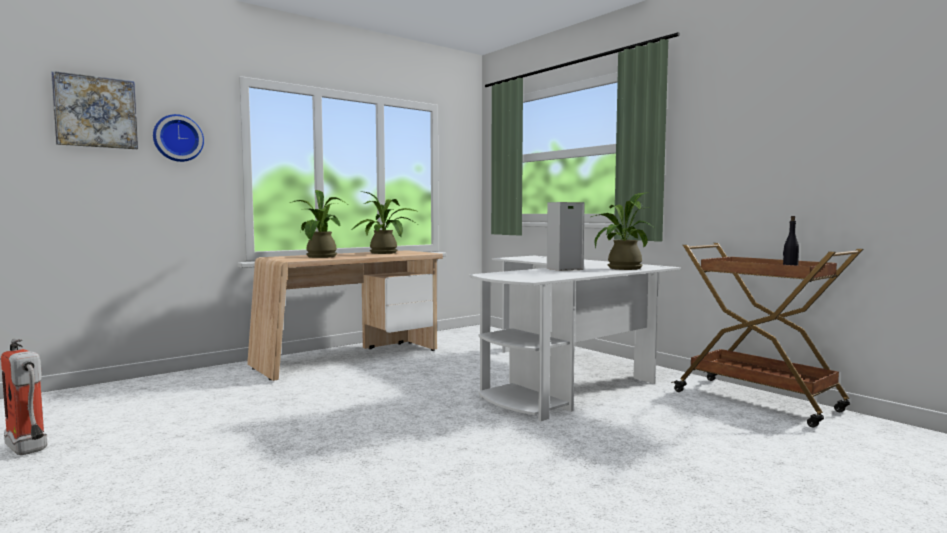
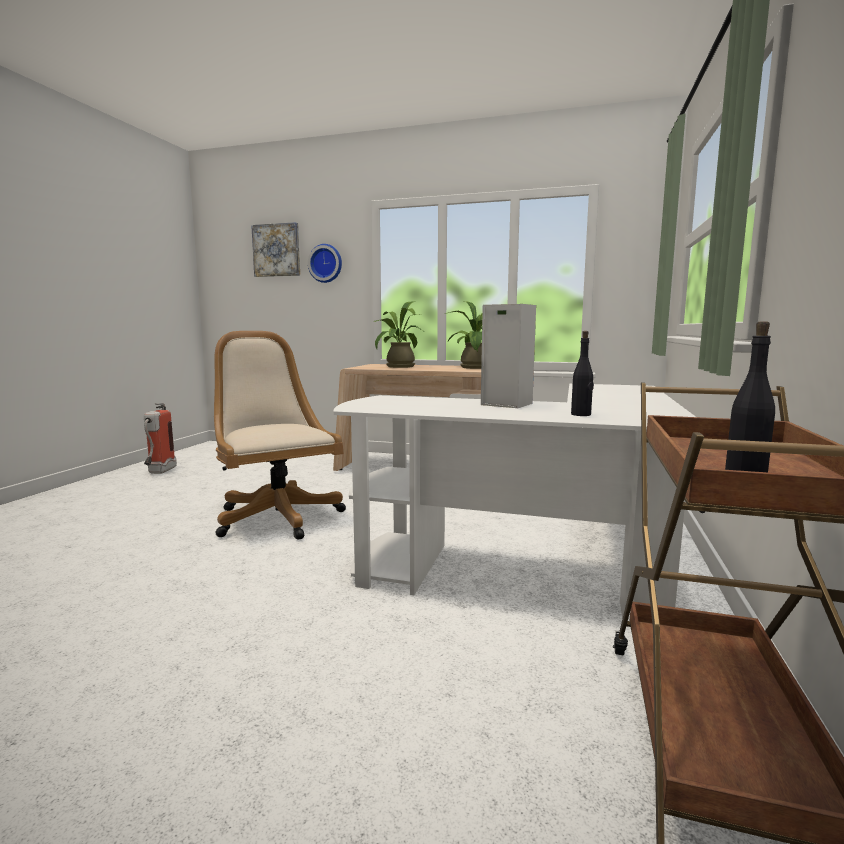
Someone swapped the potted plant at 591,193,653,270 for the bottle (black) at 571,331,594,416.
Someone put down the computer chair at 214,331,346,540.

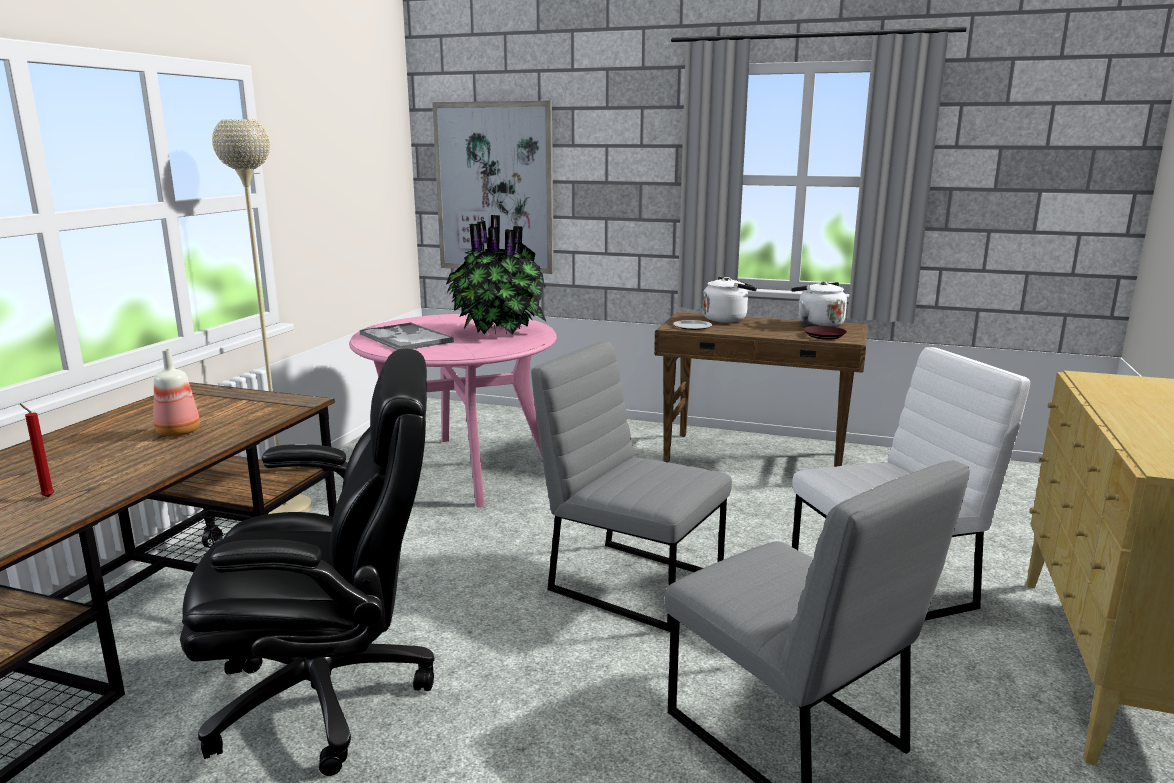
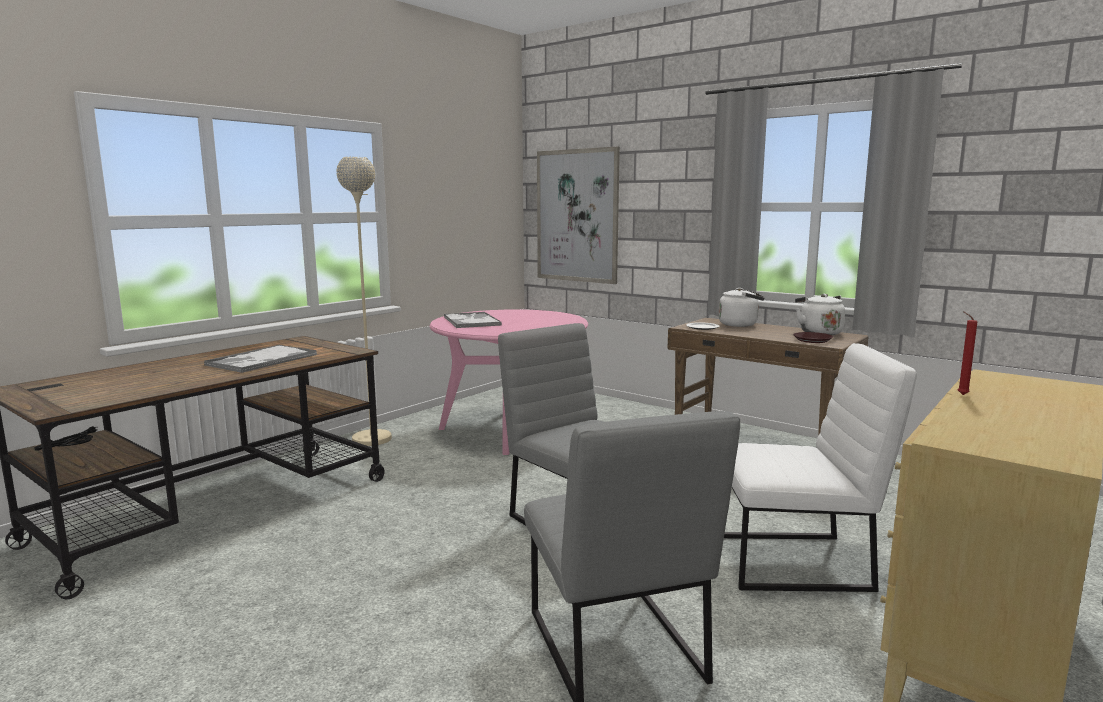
Someone took away the potted plant at 446,215,547,335.
Someone swapped the bottle at 154,349,200,437 for the serving tray at 204,345,317,373.
Someone took away the computer chair (black) at 180,349,435,776.
Someone carried the candle (red) from 20,404,54,498 to 958,311,978,395.

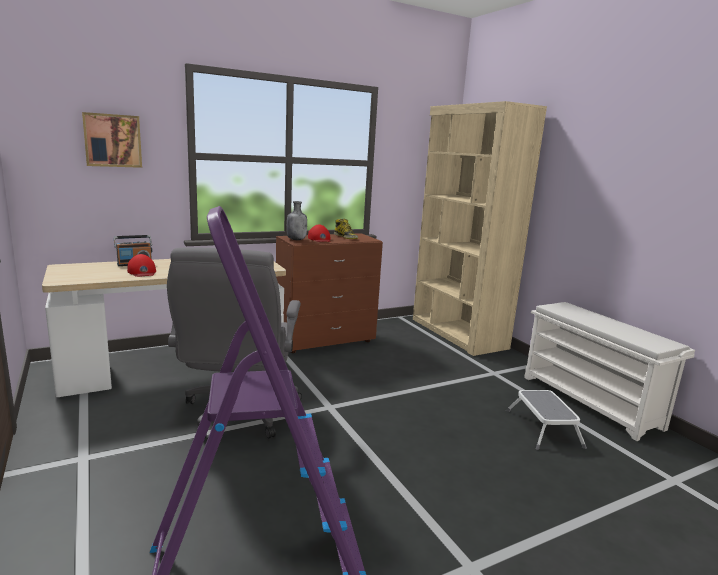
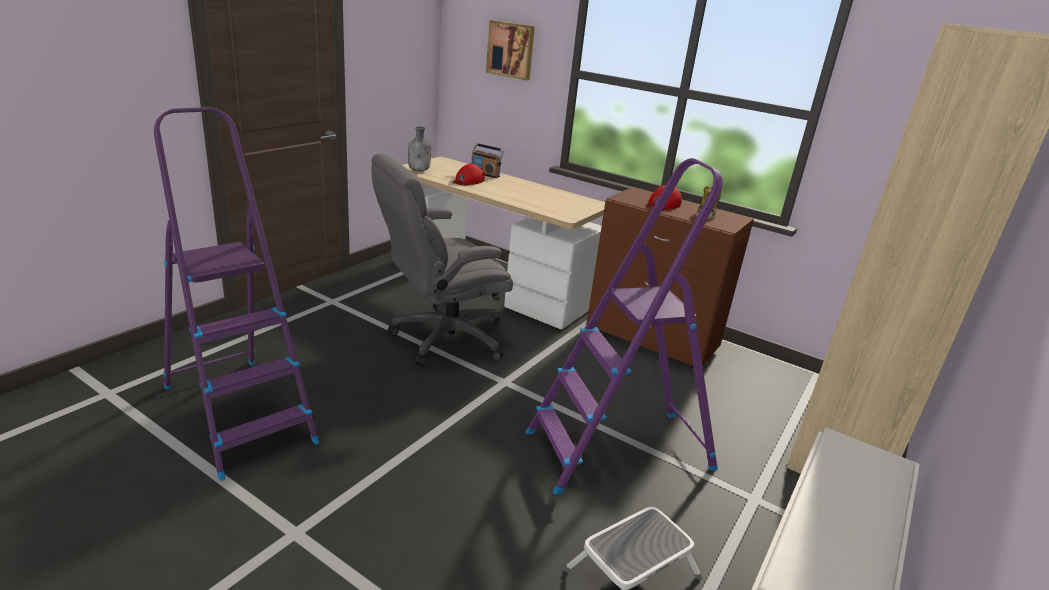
Someone carried the bottle (gray) from 287,201,307,240 to 408,127,431,171.
Someone put down the stepladder (purple-coloured) at 525,158,723,494.

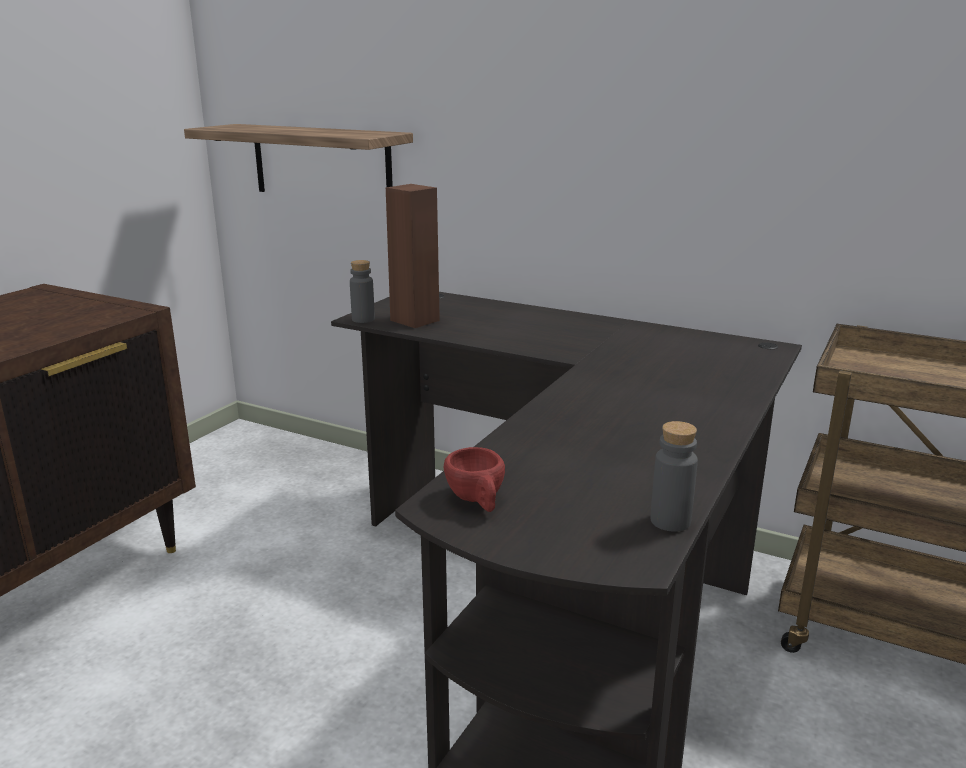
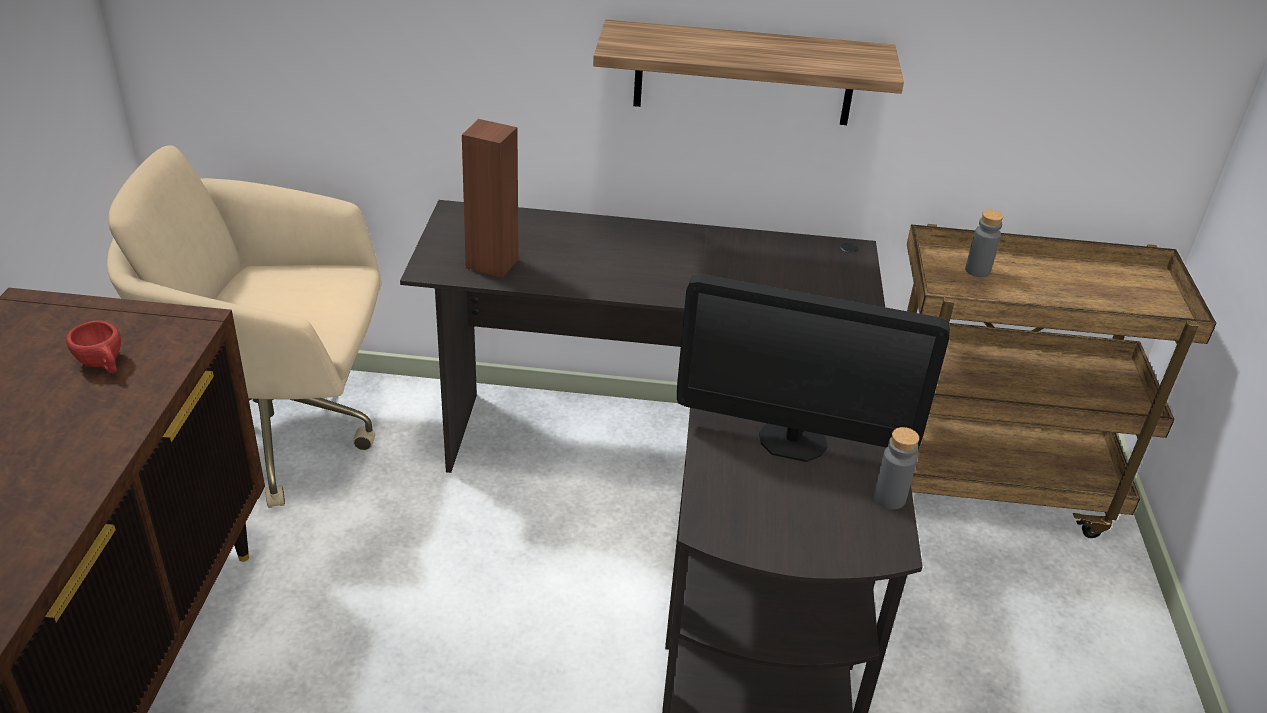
Someone carried the shelf from 184,124,413,192 to 593,19,904,125.
Someone carried the bottle (gray) from 350,260,375,323 to 965,210,1004,277.
Someone carried the cup (red) from 444,447,505,512 to 66,321,121,374.
Someone put down the computer chair (beige) at 107,145,382,508.
Someone put down the computer display at 677,274,950,462.

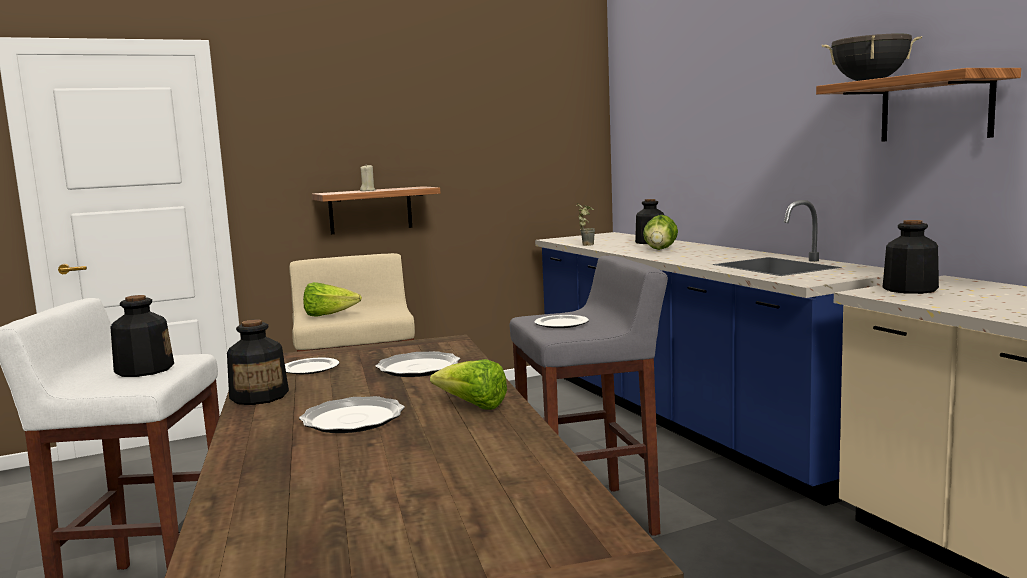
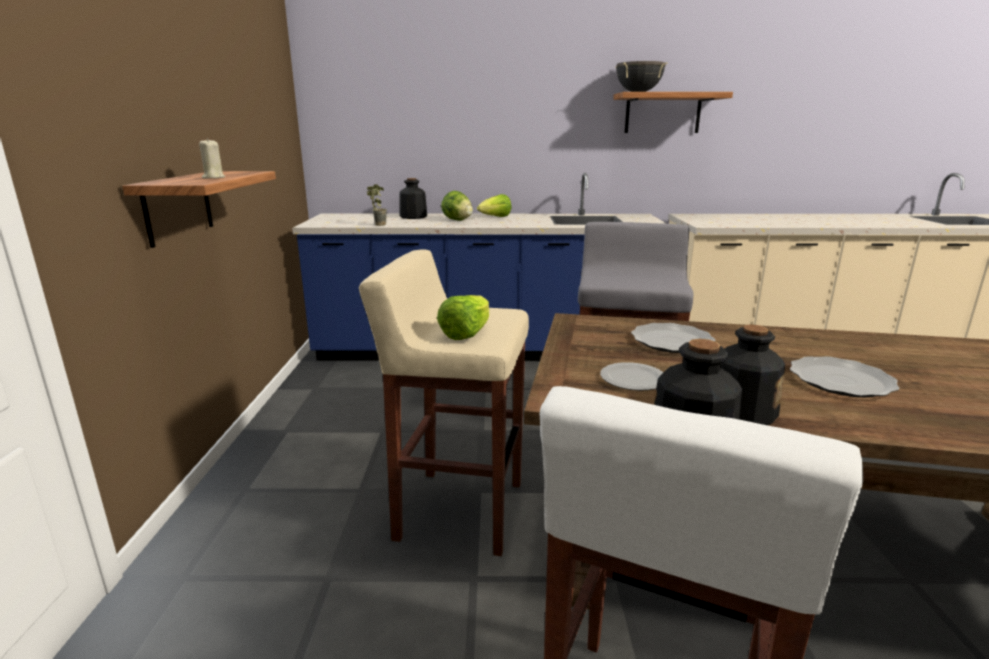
Someone took away the bottle at 883,220,939,294.
Someone took away the plate at 535,315,589,328.
Someone carried the lettuce from 430,359,507,410 to 477,194,511,217.

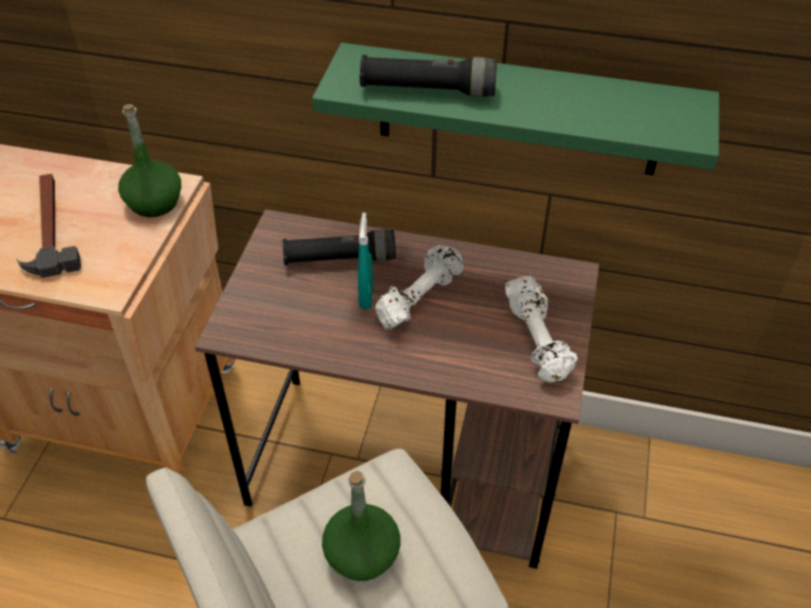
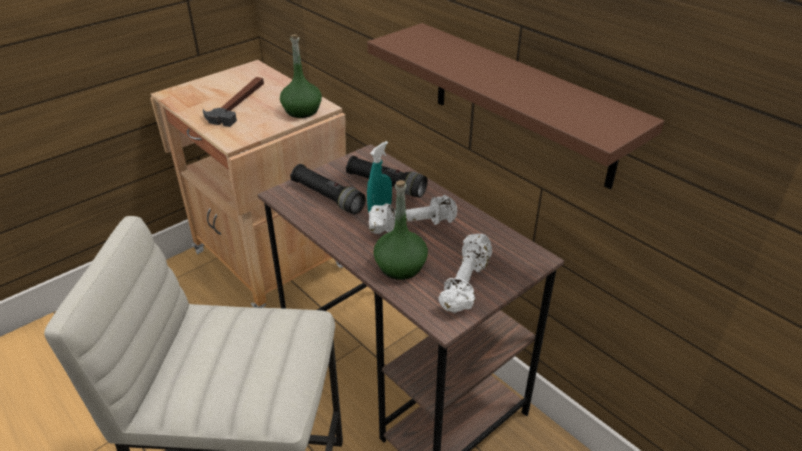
Someone repainted the shelf (green-coloured) at 312,43,719,175, which became the shelf (brown-coloured) at 367,23,664,189.
Someone carried the flashlight (black) from 360,55,497,97 to 290,164,366,214.
Someone carried the bottle (green-coloured) from 322,471,401,581 to 374,180,428,280.

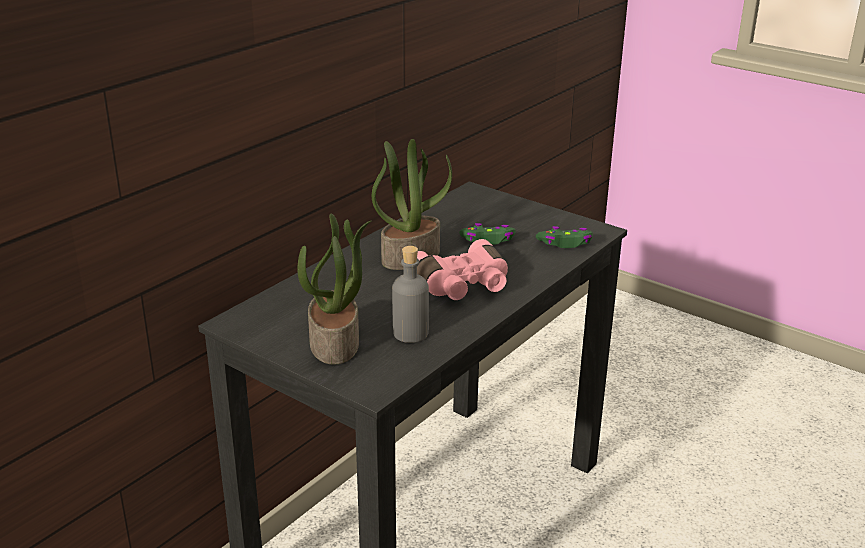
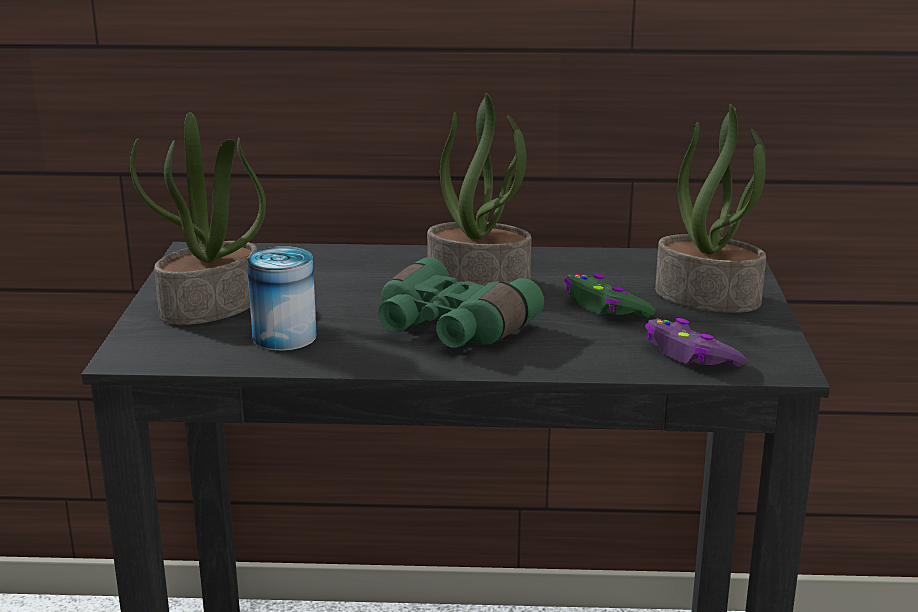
Someone repainted the gamepad (green-coloured) at 536,226,593,248, which became the gamepad (purple-coloured) at 645,318,747,367.
Someone repainted the binoculars (pink-coloured) at 417,239,508,300, which became the binoculars (green-coloured) at 378,257,544,348.
Someone swapped the bottle (gray) at 392,246,429,343 for the can at 247,246,317,351.
Someone put down the potted plant at 655,104,766,313.

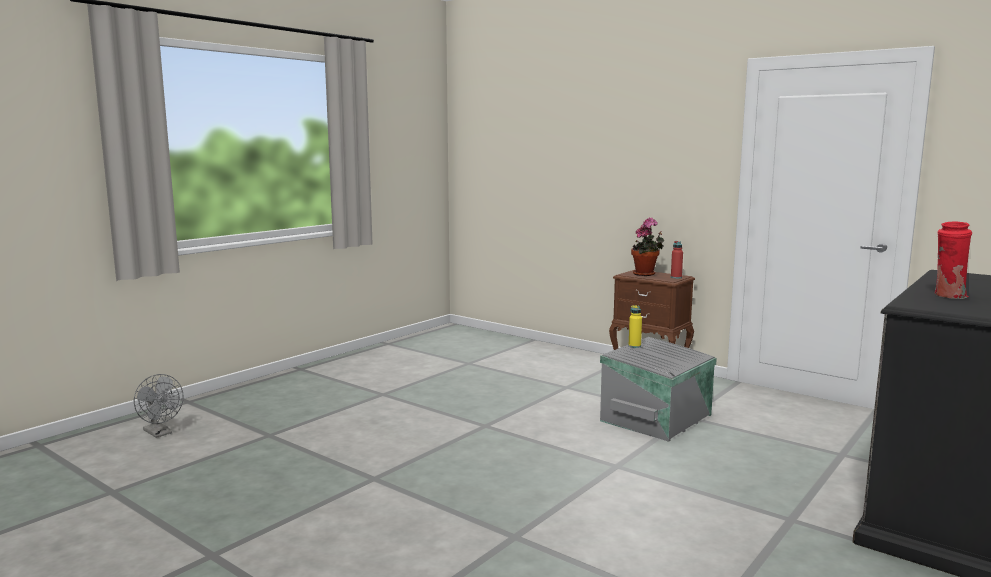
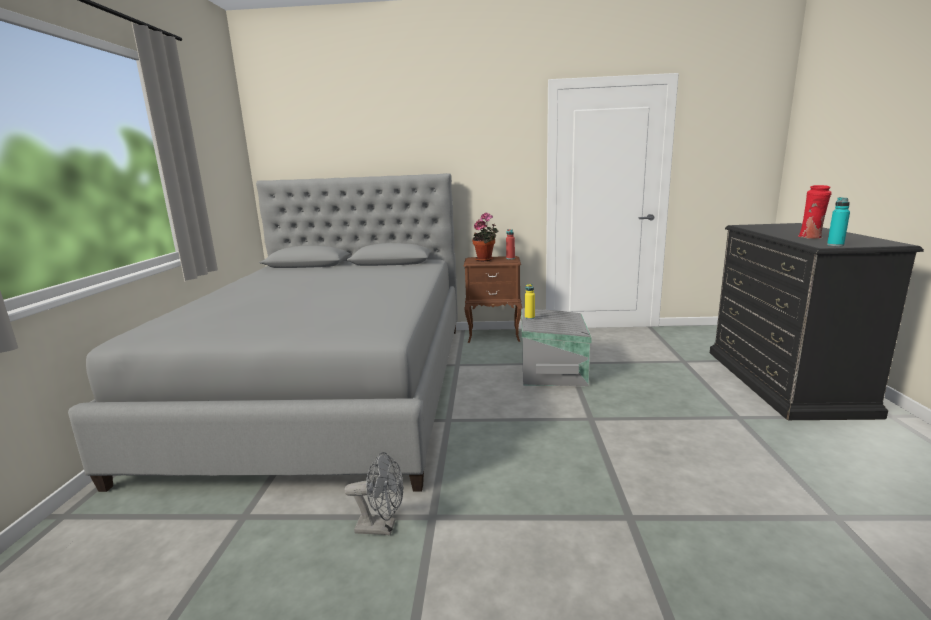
Someone carried the cooling fan (gray) from 134,374,183,438 to 344,452,404,535.
Someone put down the bedroom bed (gray) at 68,173,458,492.
Someone put down the bottle (turquoise) at 827,197,850,246.

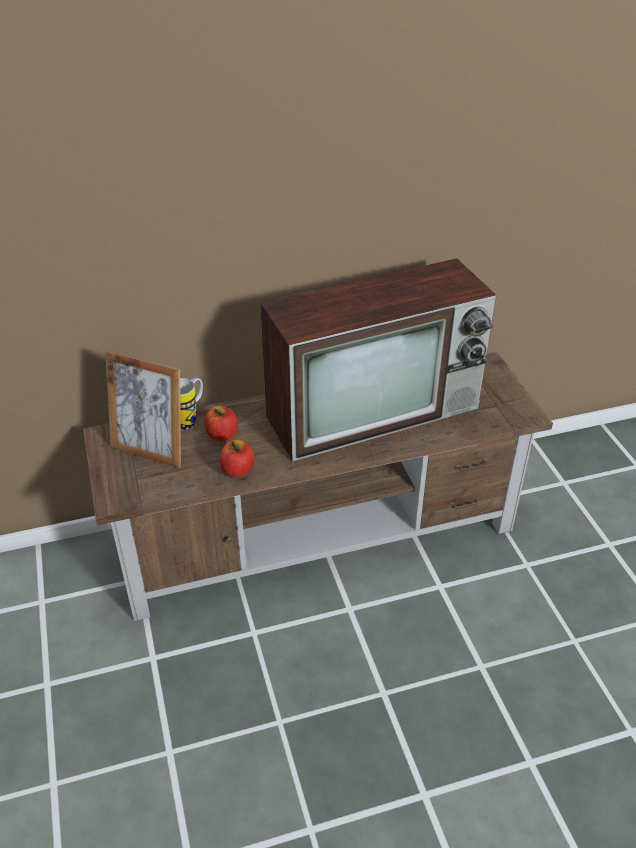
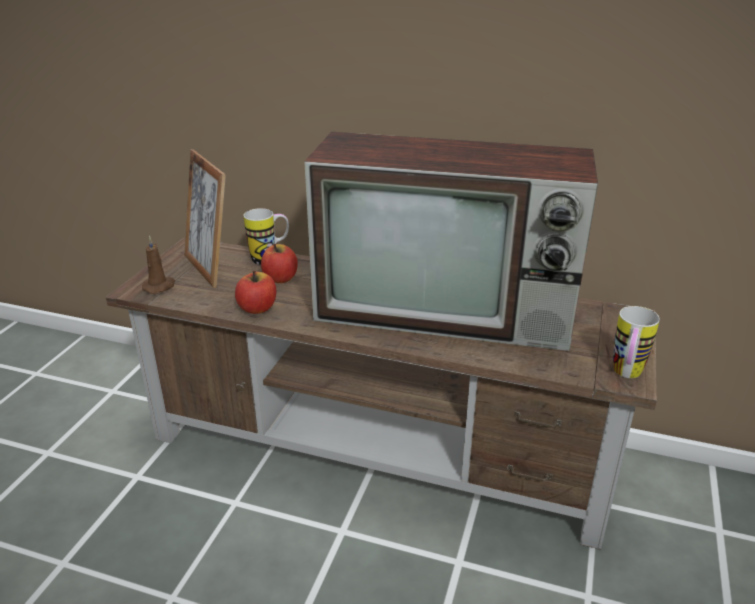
Someone put down the candle (brown-coloured) at 142,236,175,294.
Someone put down the coffee mug at 613,306,660,378.

